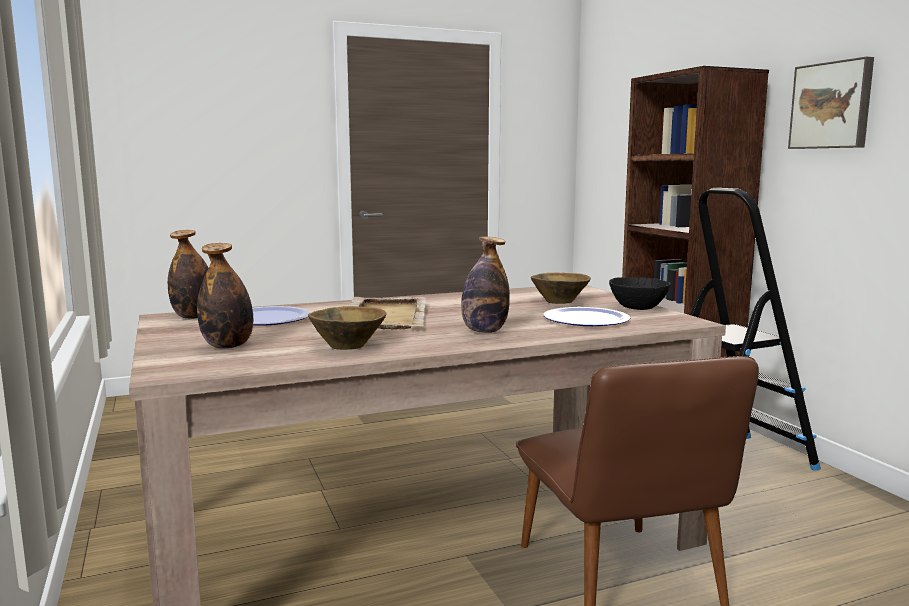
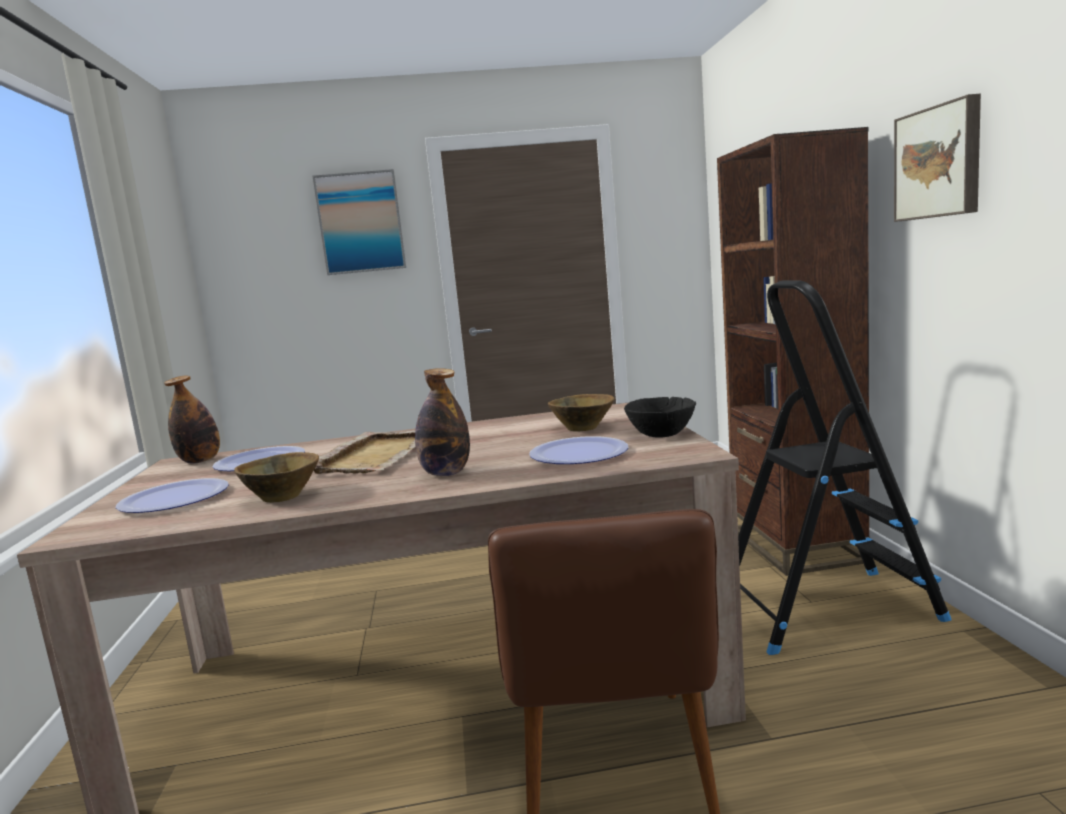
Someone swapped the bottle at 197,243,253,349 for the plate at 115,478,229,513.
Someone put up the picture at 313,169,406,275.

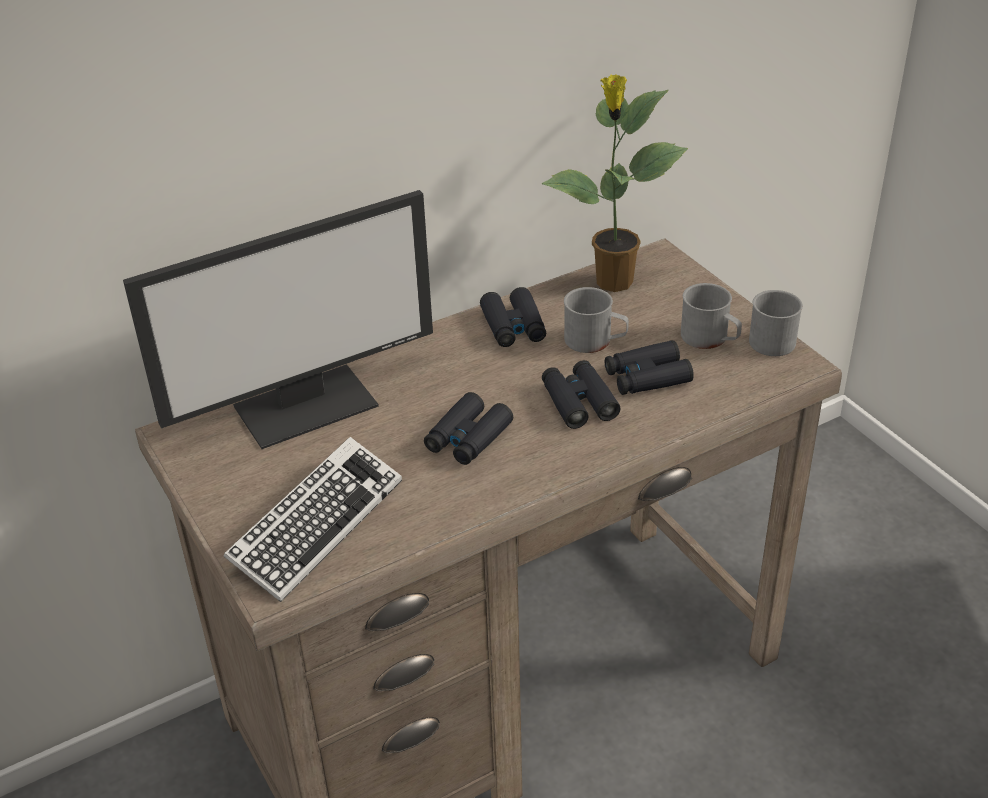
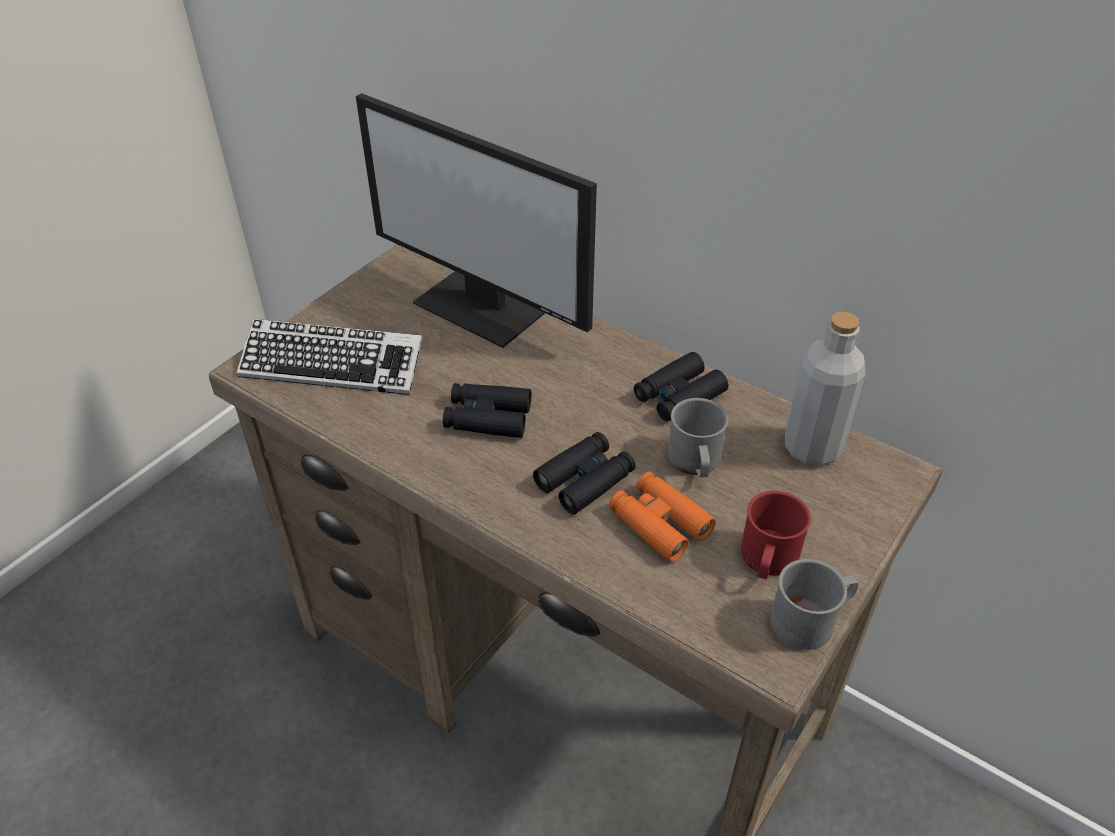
Someone swapped the potted plant at 542,74,688,292 for the bottle (gray) at 785,311,865,466.
Someone repainted the coffee mug (gray) at 681,283,742,349, which became the coffee mug (red) at 741,491,811,579.
Someone repainted the binoculars (black) at 605,340,694,395, which became the binoculars (orange) at 609,472,716,562.

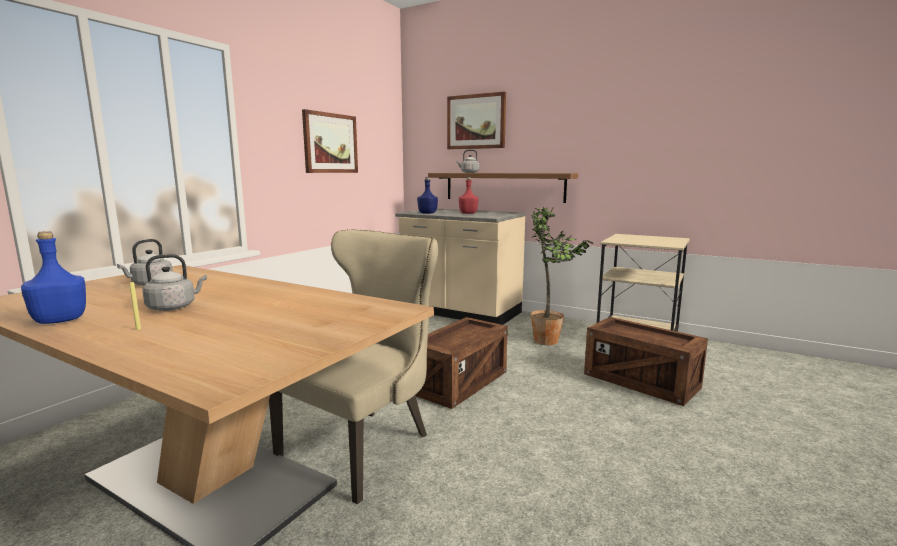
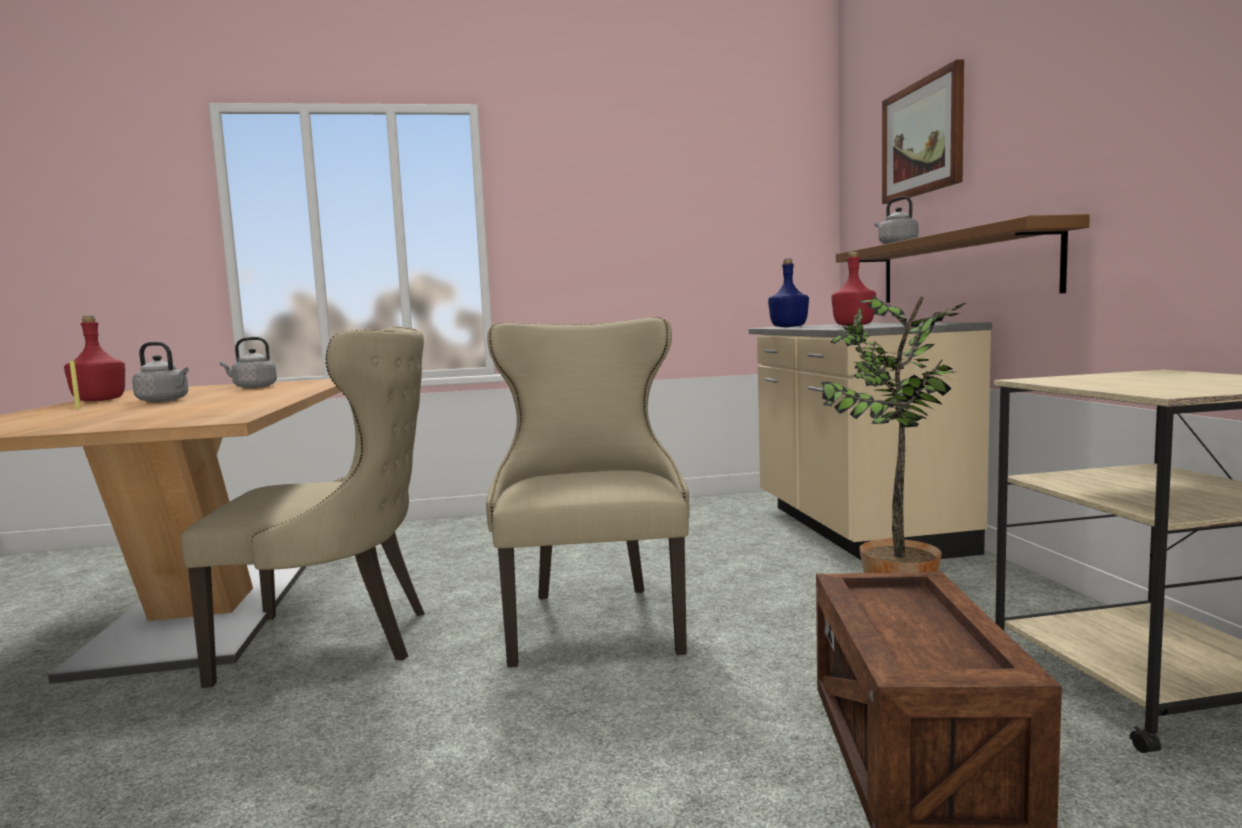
Someone took away the picture at 302,109,358,173.
Someone repainted the bottle (bluish) at 21,231,86,324, which became the bottle (red) at 64,315,125,401.
Someone swapped the packing crate at 416,317,508,409 for the upright chair (beige) at 486,317,690,667.

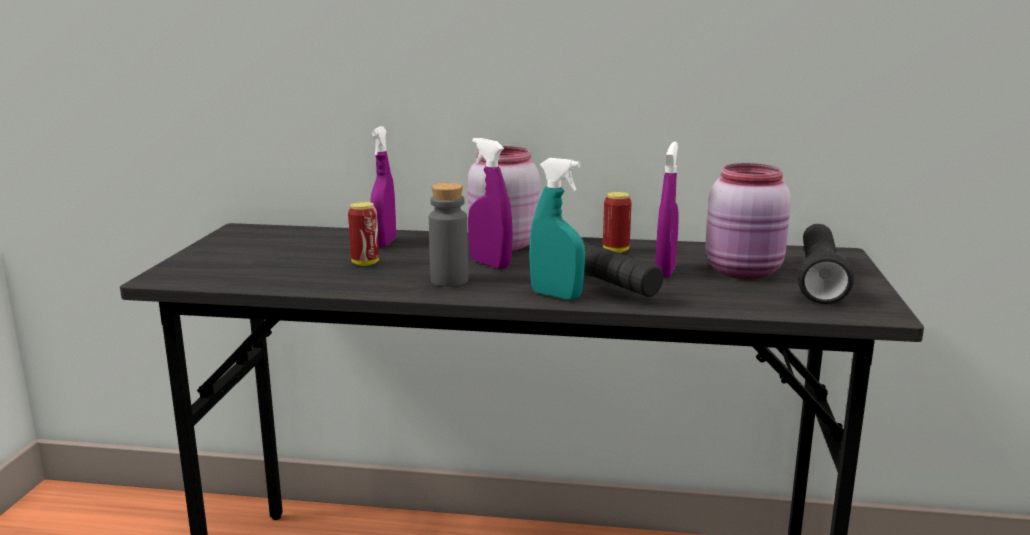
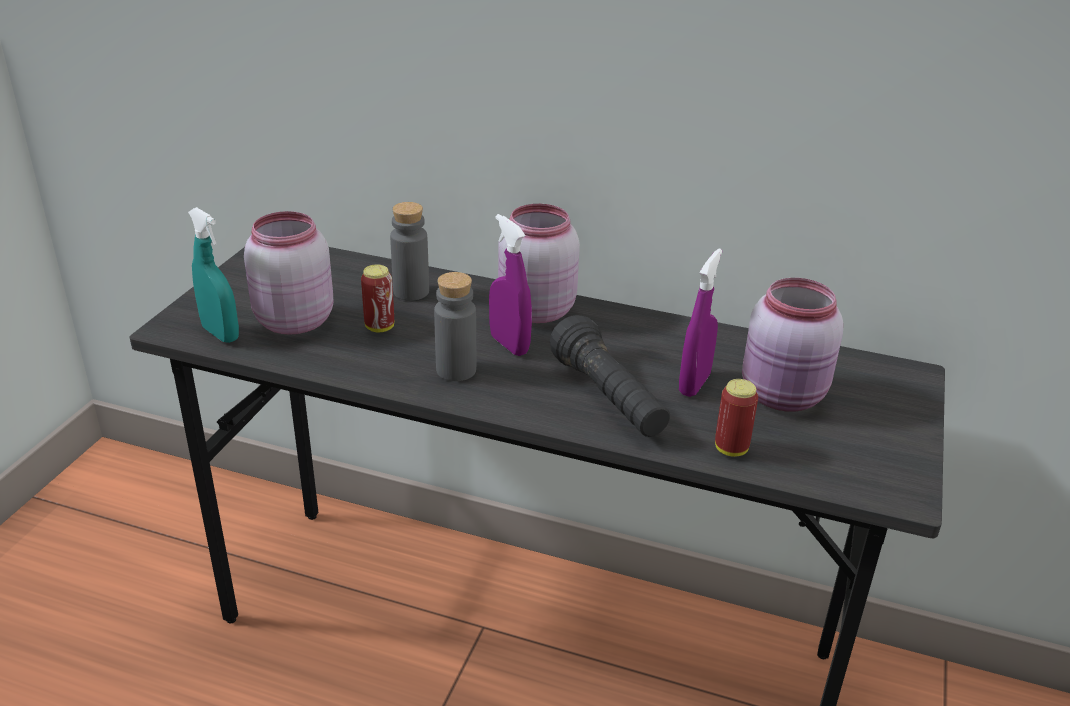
Someone swapped the spray bottle (purple-coloured) at 370,127,396,247 for the bottle (gray) at 390,202,429,301.
Someone carried the spray bottle (turquoise) from 529,158,585,300 to 188,207,239,343.
Someone carried the can from 603,192,632,253 to 715,379,758,457.
Someone took away the flashlight (black) at 798,224,854,304.
Someone put down the storage jar (pink-coloured) at 244,211,333,335.

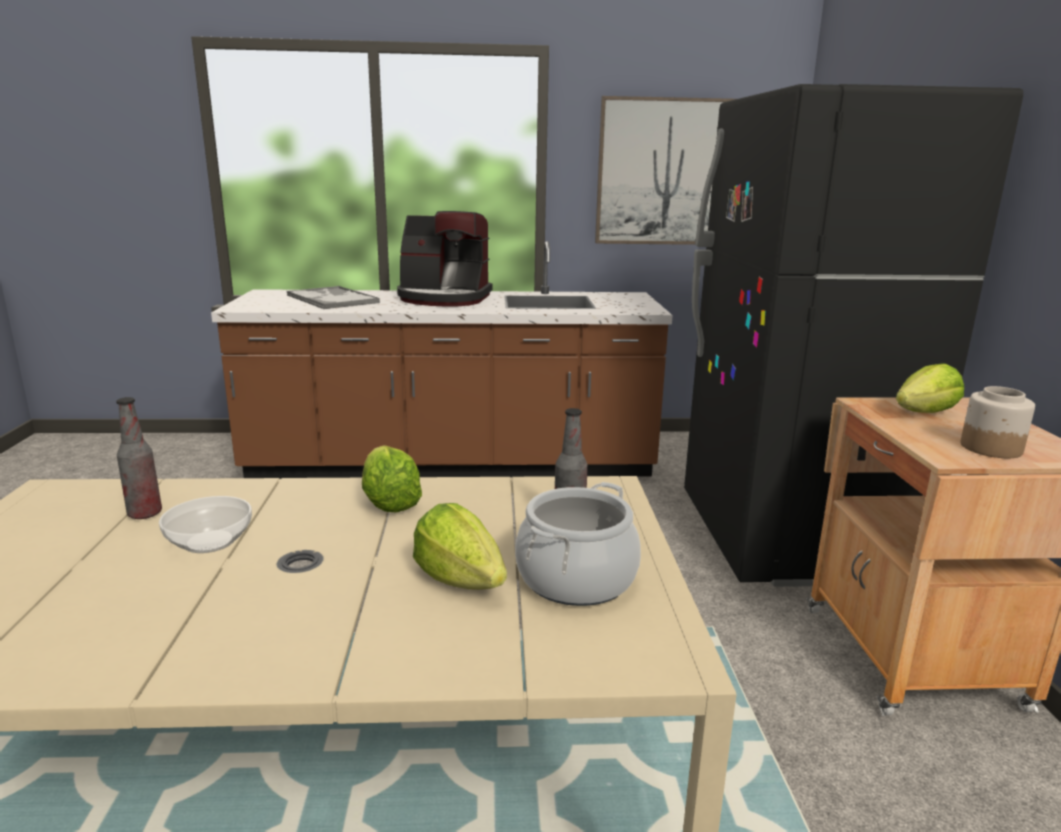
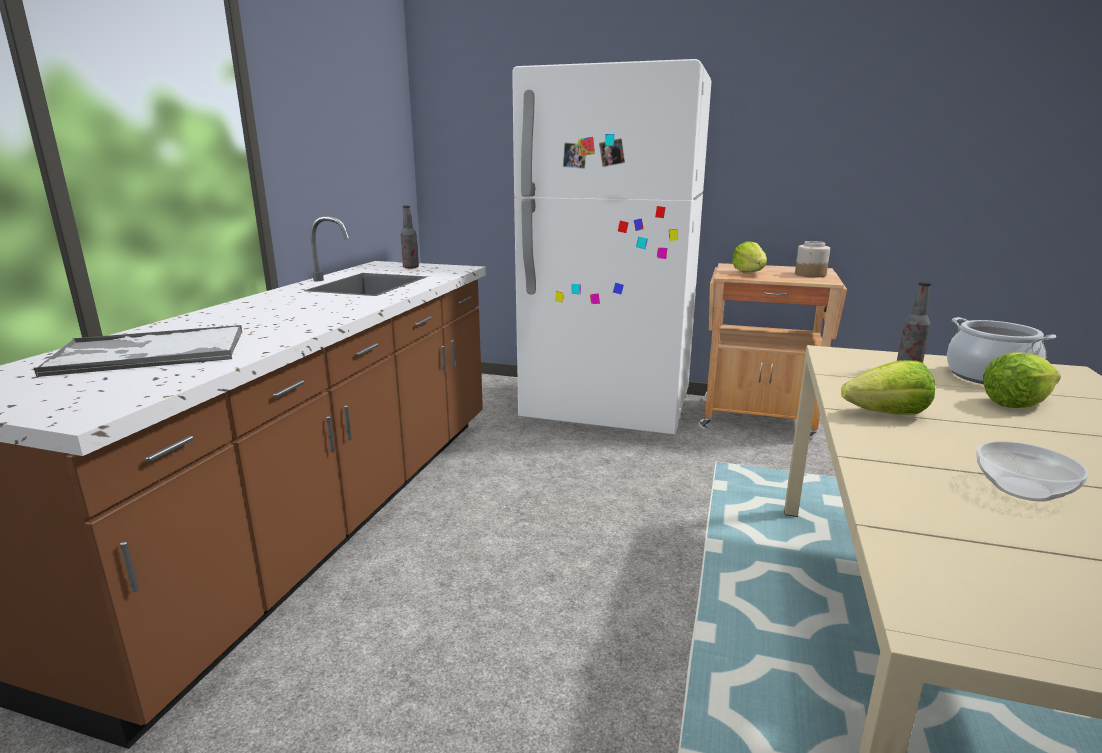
Someone repainted the kitchen fridge (black) at 684,84,1023,587, which became the kitchen fridge (white-coloured) at 512,59,712,435.
Someone took away the picture at 595,96,735,245.
Someone took away the coffee machine at 397,211,492,307.
Someone carried the bottle from 116,397,162,519 to 401,205,419,269.

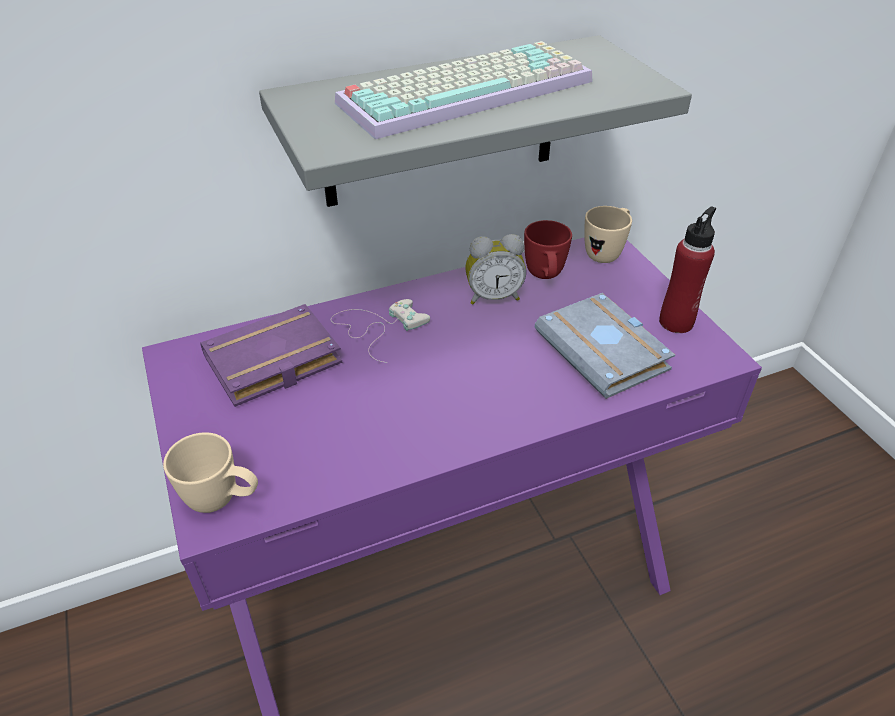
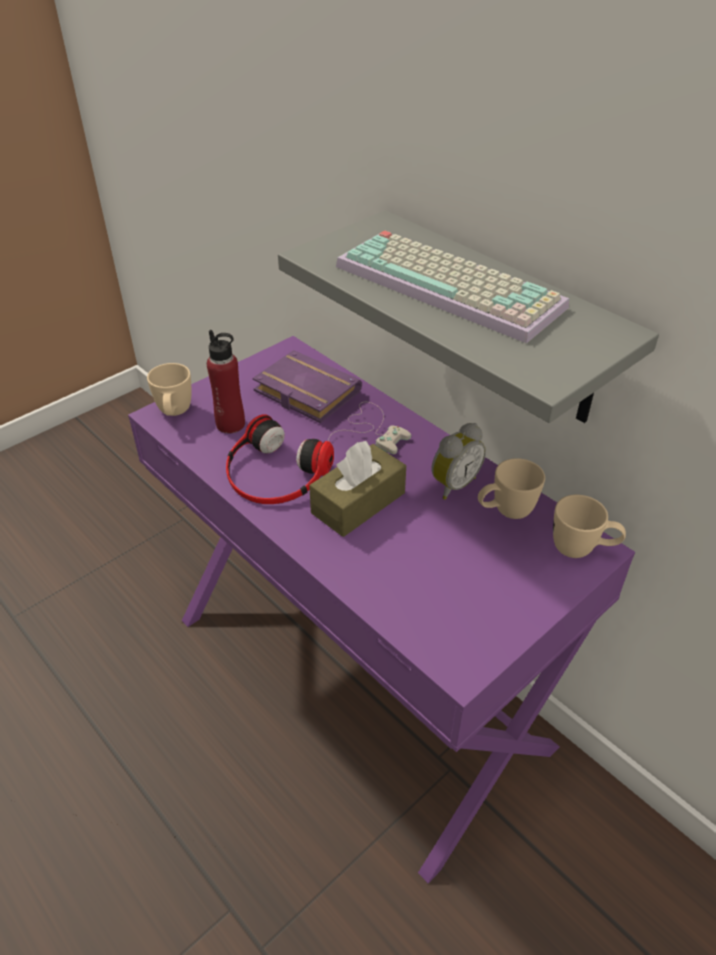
Someone carried the bottle (red) from 659,207,716,333 to 207,330,245,433.
Someone repainted the coffee mug (red) at 524,220,572,279, which became the coffee mug (beige) at 478,458,545,519.
Someone rotated the bedside clock at 465,234,526,305 by 105 degrees counterclockwise.
Someone took away the bound book (gray) at 535,293,675,399.
Someone put down the headset at 226,414,334,504.
Someone put down the tissue holder (brown-coloured) at 309,441,406,537.

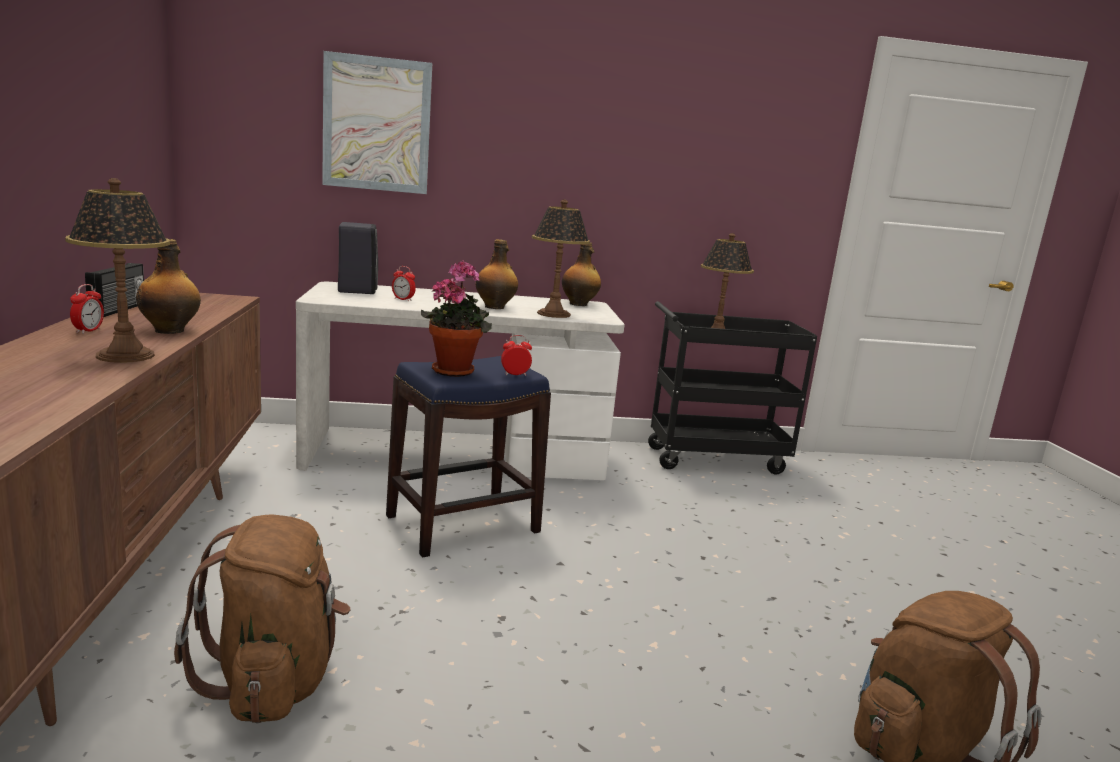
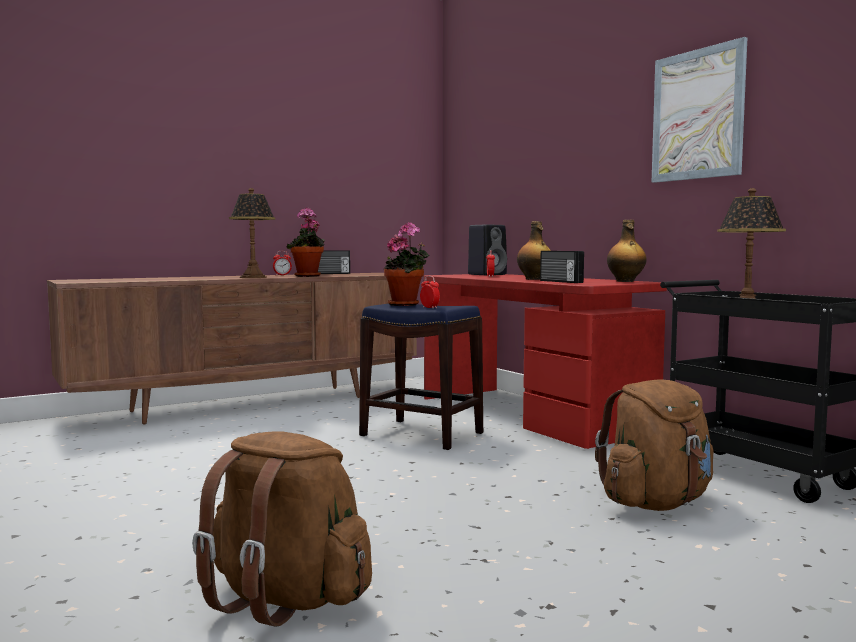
Someone carried the picture from 322,51,432,194 to 652,37,747,183.
Someone swapped the lamp for a table at 532,199,590,318 for the radio set at 540,251,584,283.
Someone swapped the bottle at 136,239,201,334 for the potted plant at 287,208,325,277.
Someone repainted the desk (white-coloured) at 296,282,625,480, which became the desk (red) at 424,274,667,449.
Someone carried the backpack (brown-coloured) from 174,514,351,723 to 595,379,714,511.

